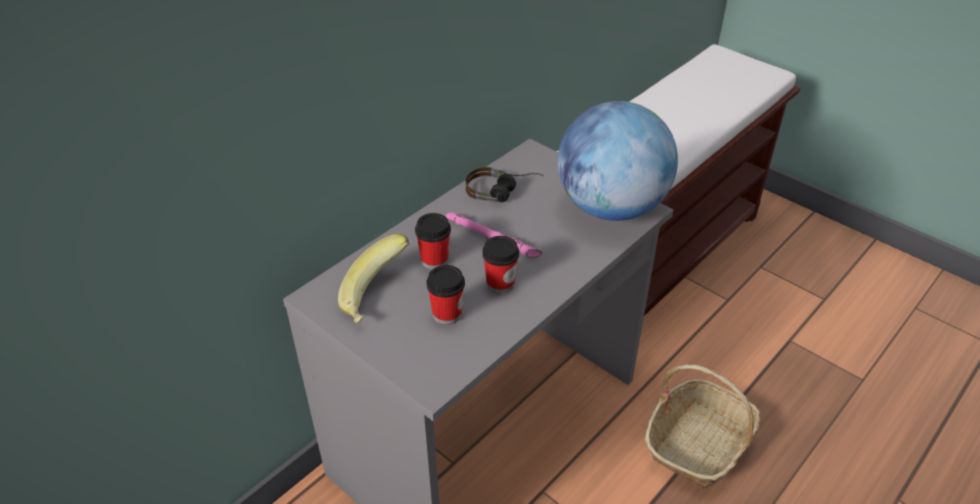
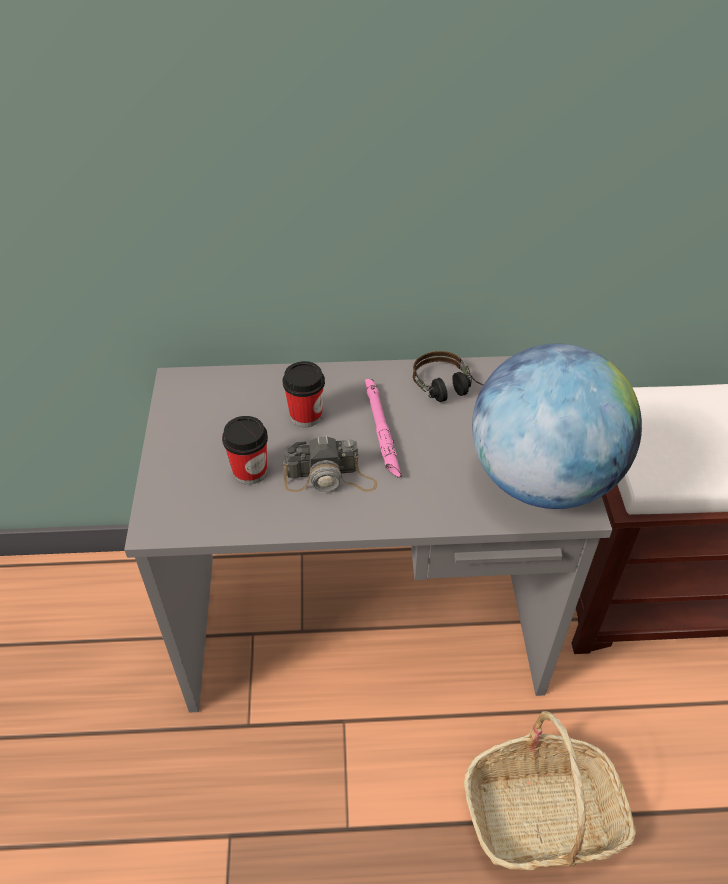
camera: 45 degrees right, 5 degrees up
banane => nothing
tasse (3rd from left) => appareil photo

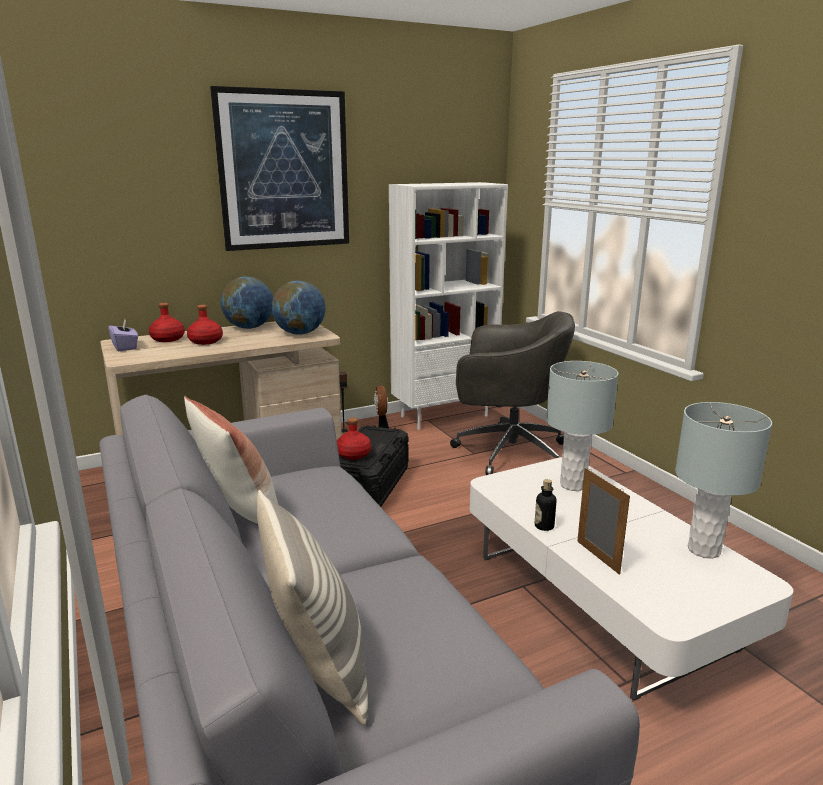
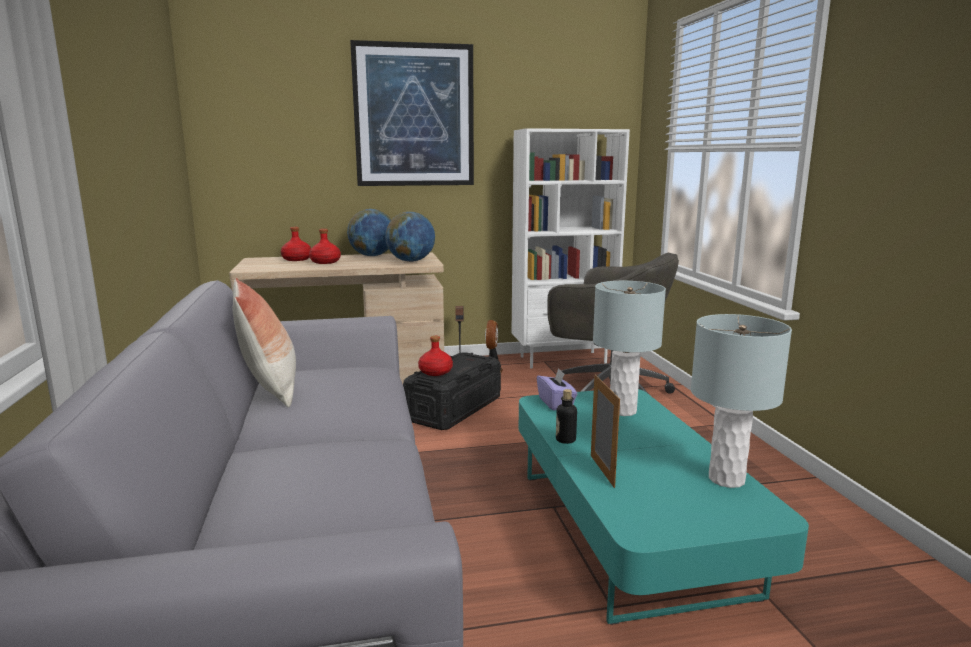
camera: 15 degrees right, 5 degrees down
coussin (2nd from left) => nothing
boîte à mouchoirs (violet), move
table basse (blanc) => table basse (turquoise)

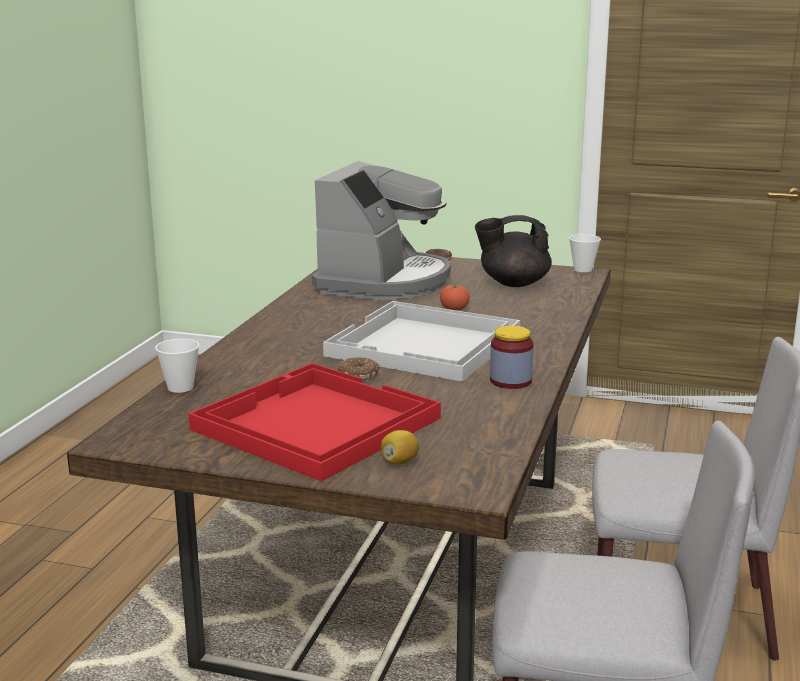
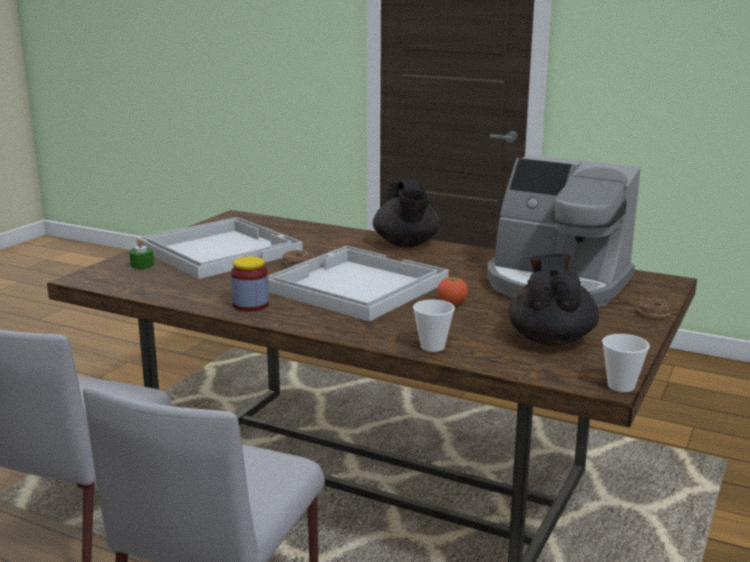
camera: 100 degrees right, 0 degrees up
nothing => théière (noir) (1st from left)
tasse (1st from left), move
citron => bougie (vert)
plateau (rouge) => plateau (blanc) (1st from left)

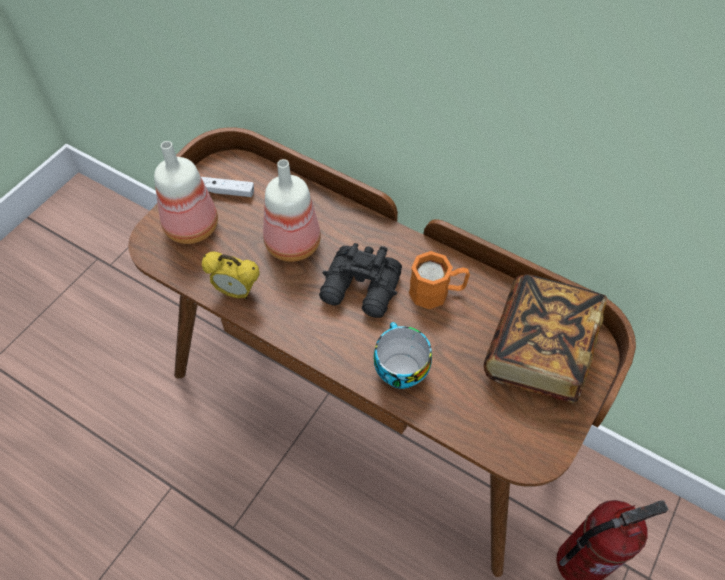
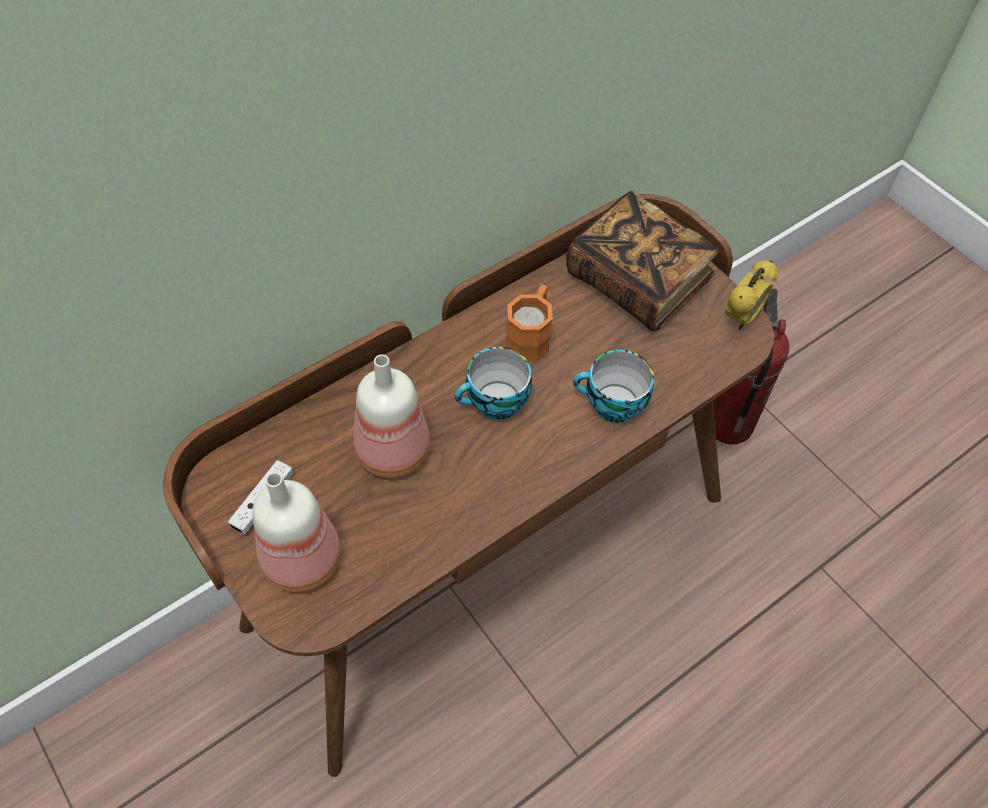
camera: 70 degrees left, 0 degrees up
réveil, move
jumelles (noir) => tasse (1st from left)

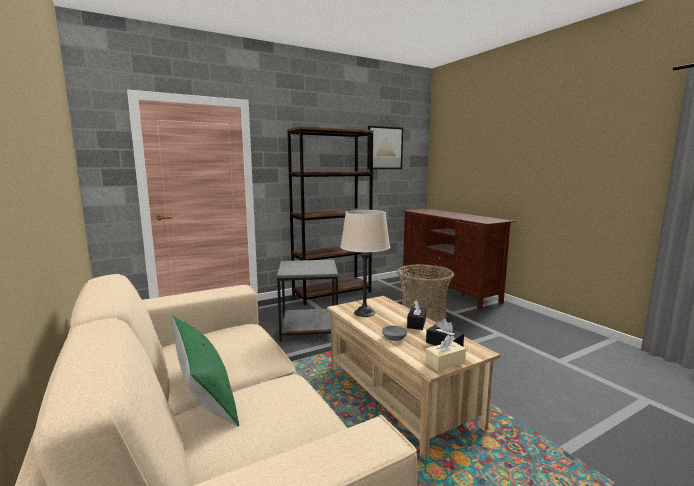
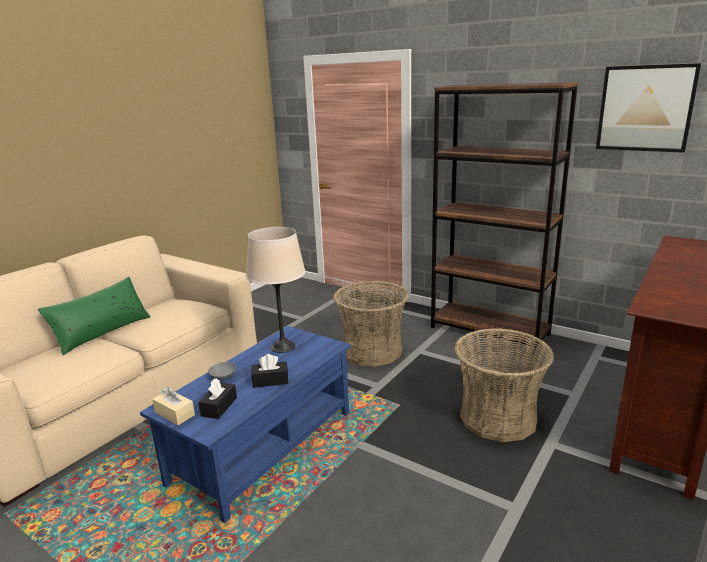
camera: 65 degrees right, 10 degrees up
table d'appoint (gris) => panier (1st from left)
table basse (beige) => table basse (bleu)

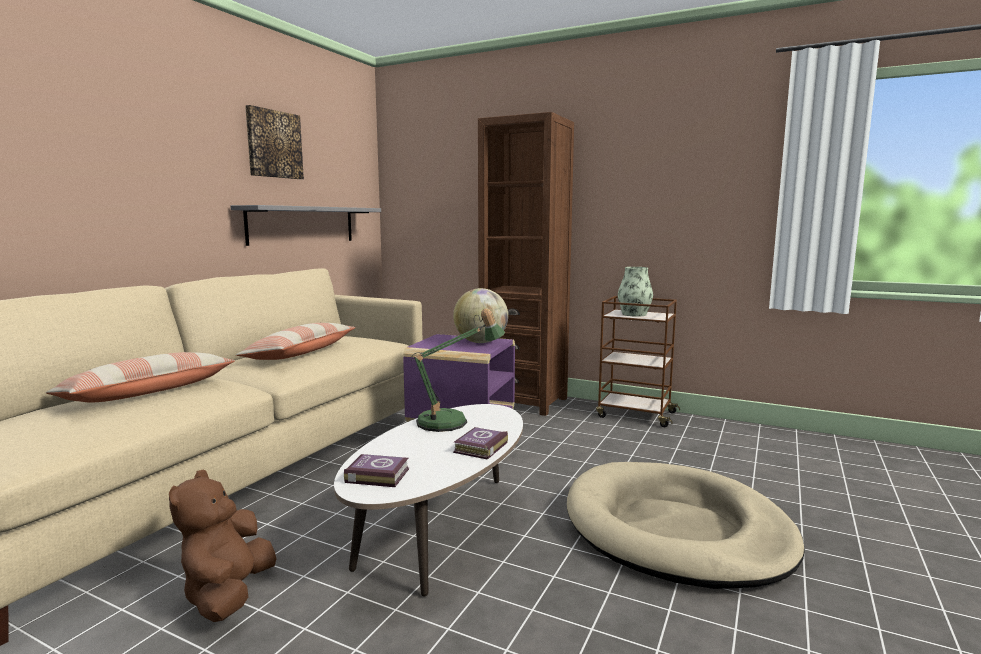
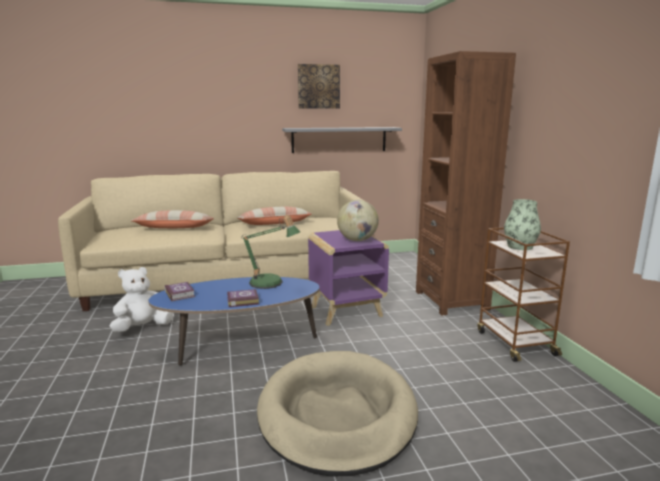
camera: 50 degrees right, 5 degrees up
peluche (marron) => peluche (blanc)
table basse (blanc) => table basse (bleu)

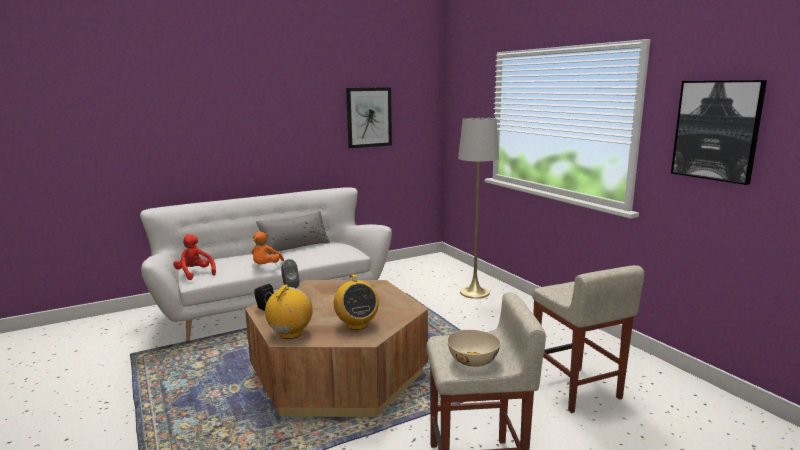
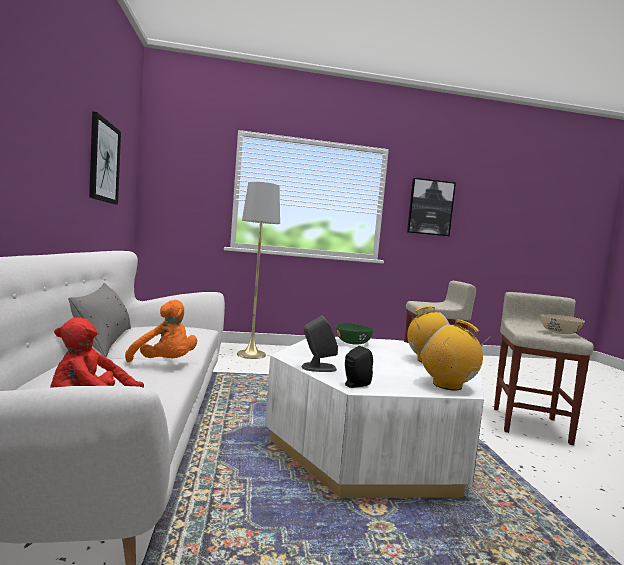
camera: 70 degrees left, 10 degrees down
nothing => bol (vert)
table basse (marron) => table basse (blanc)

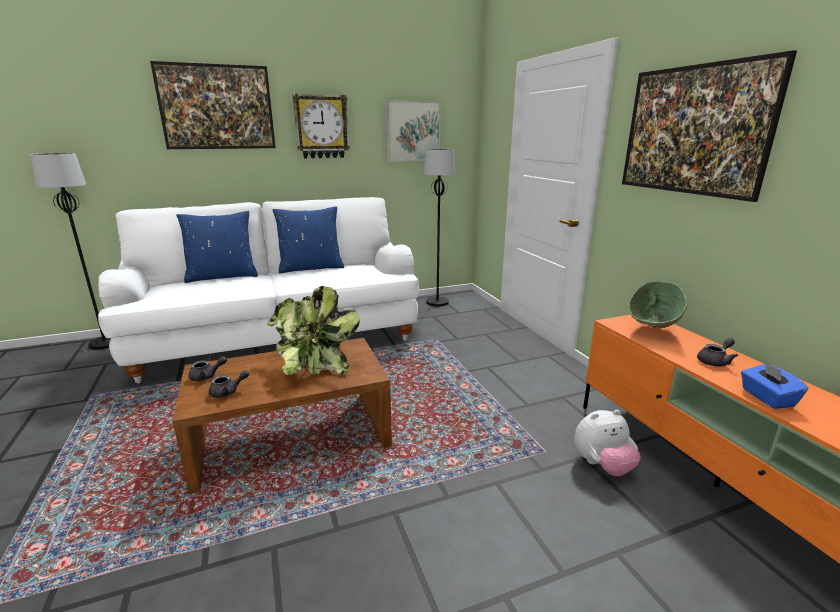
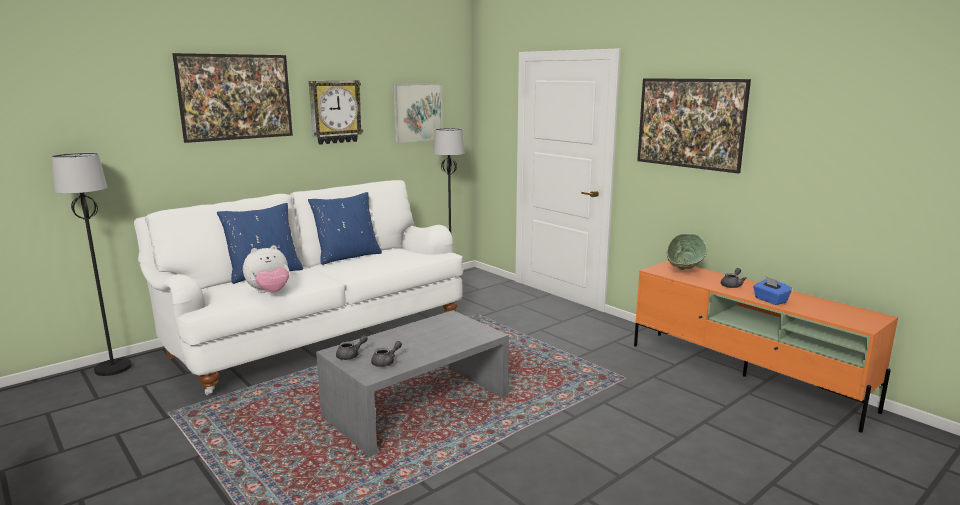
camera: 20 degrees left, 5 degrees down
plante en pot => nothing
peluche, move
table basse (marron) => table basse (gris)

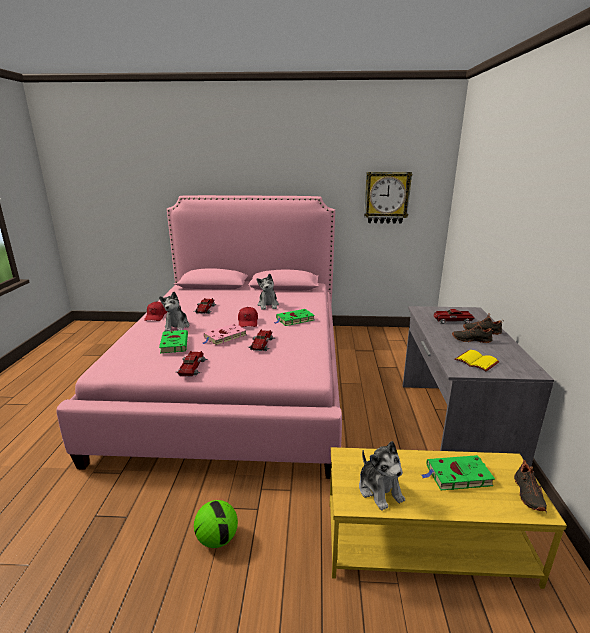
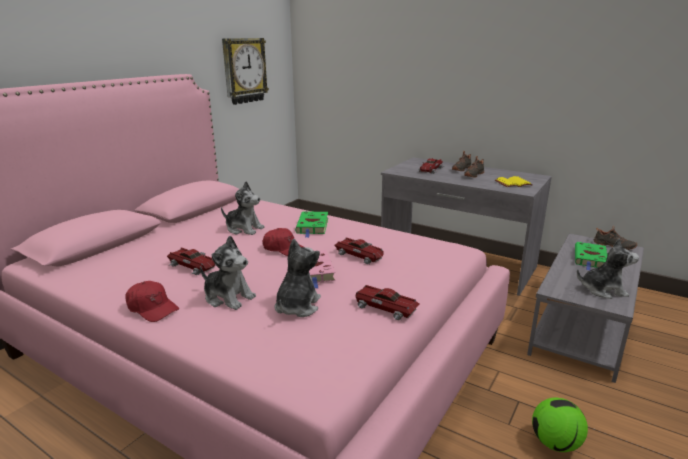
camera: 60 degrees left, 0 degrees up
livre (vert) (1st from left) => peluche (3rd from left)
table basse (jaune) => table basse (gris)

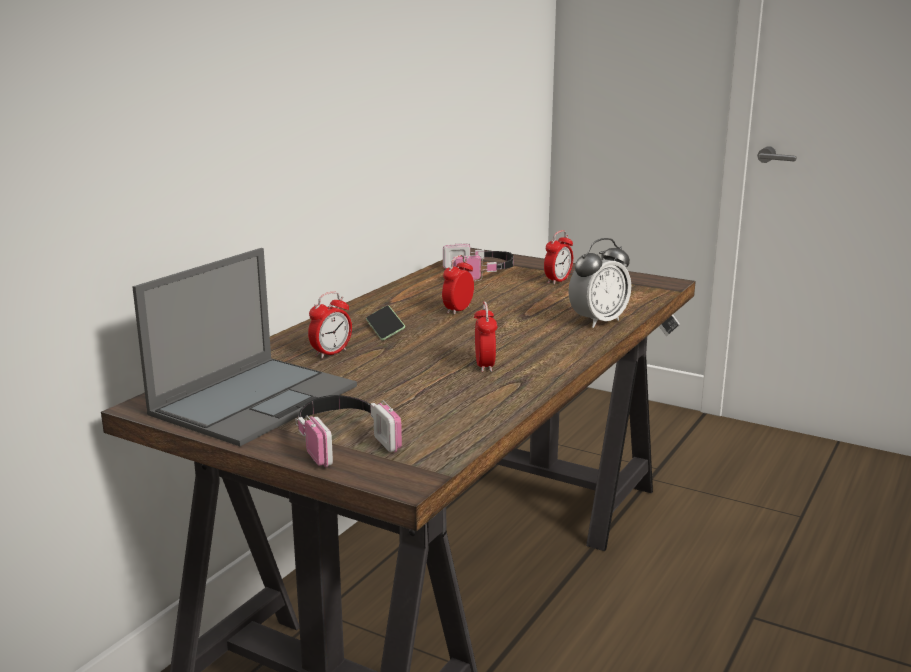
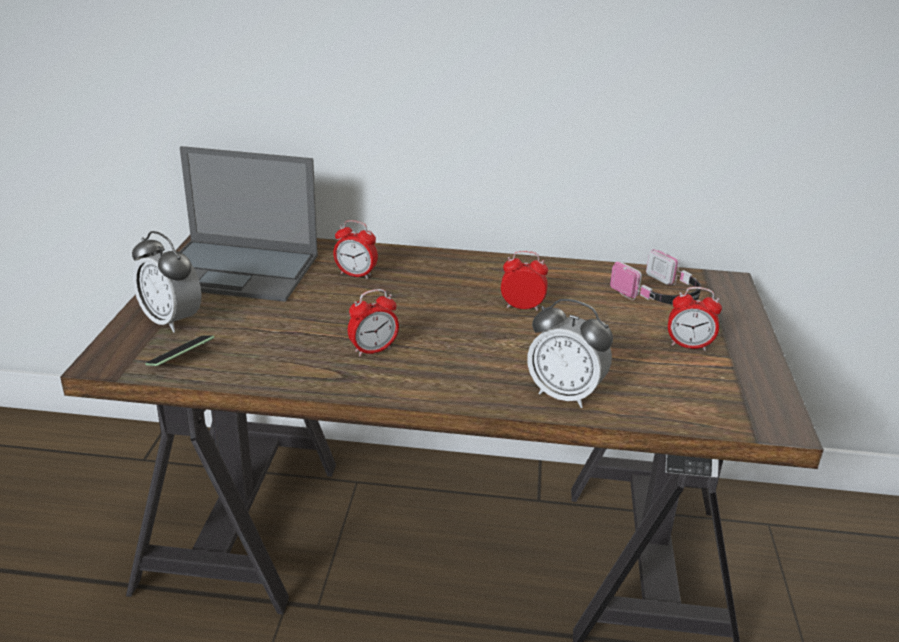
camera: 65 degrees right, 10 degrees up
téléphone, move
casque audio (1st from left) => réveil (1st from left)

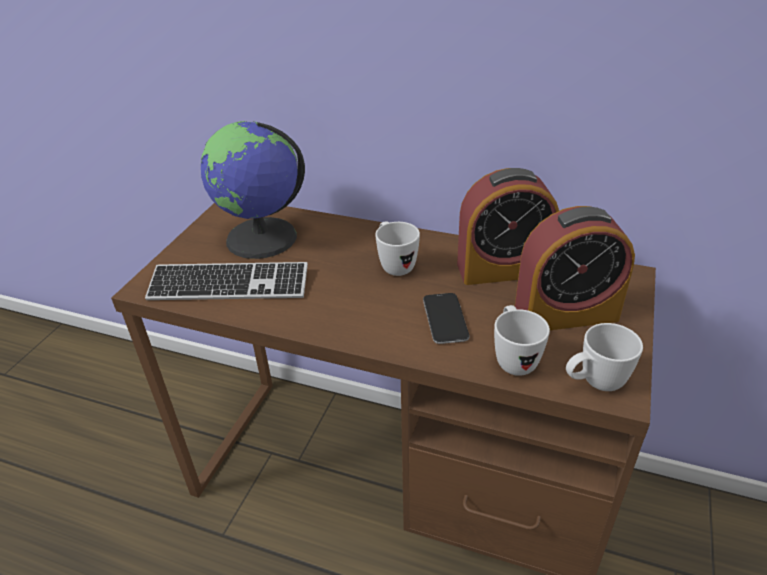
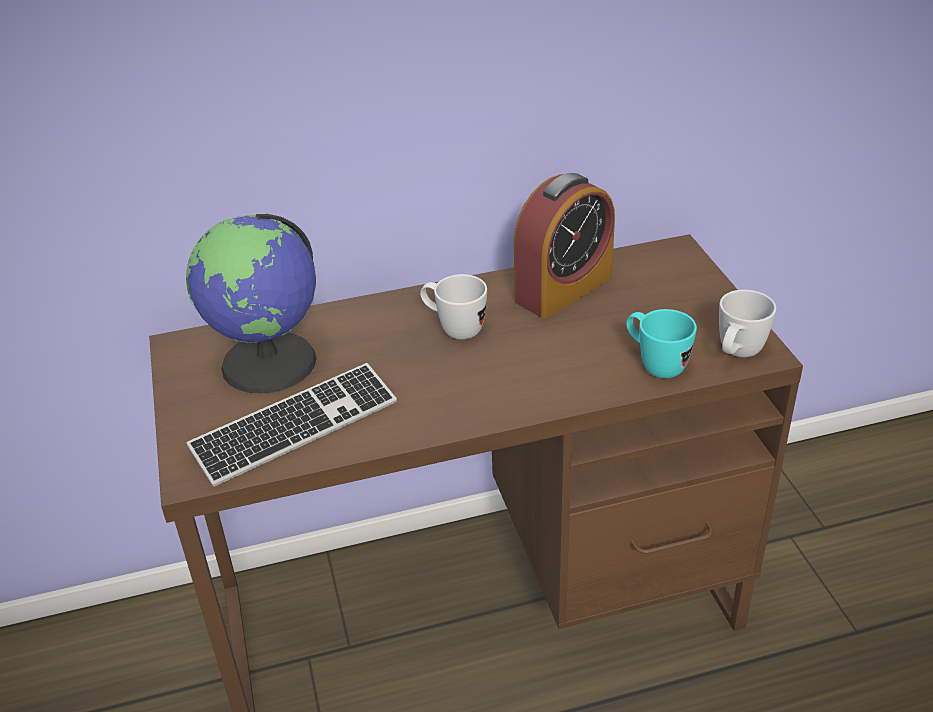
camera: 35 degrees left, 0 degrees up
téléphone => nothing
réveil (2nd from left) => nothing
mug (blanc) (2nd from left) => mug (turquoise)

